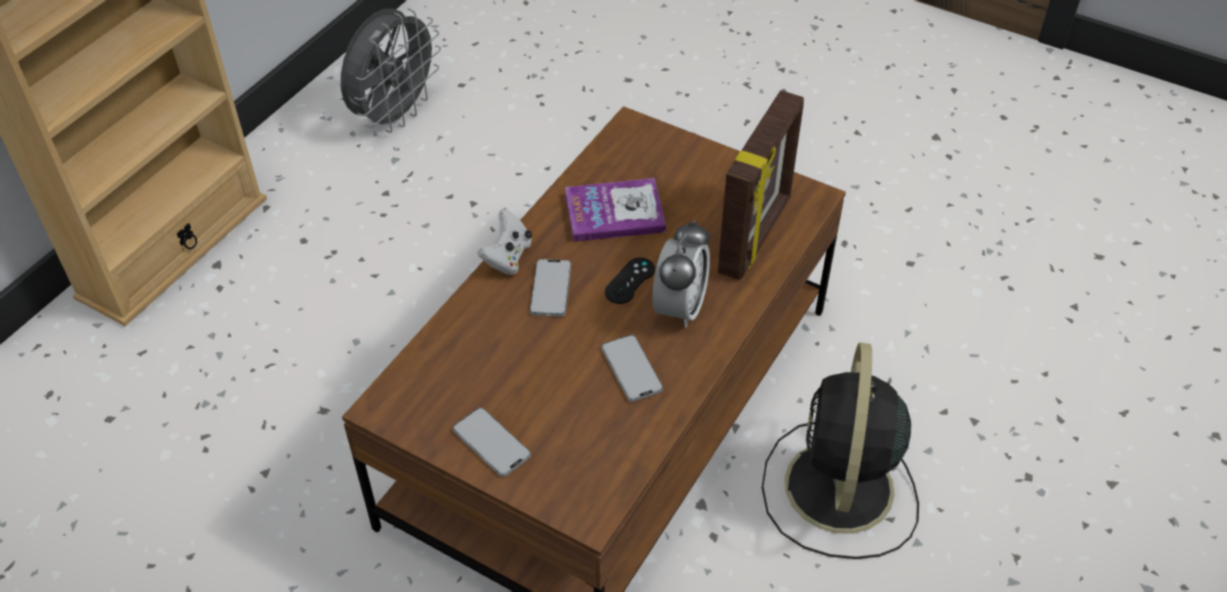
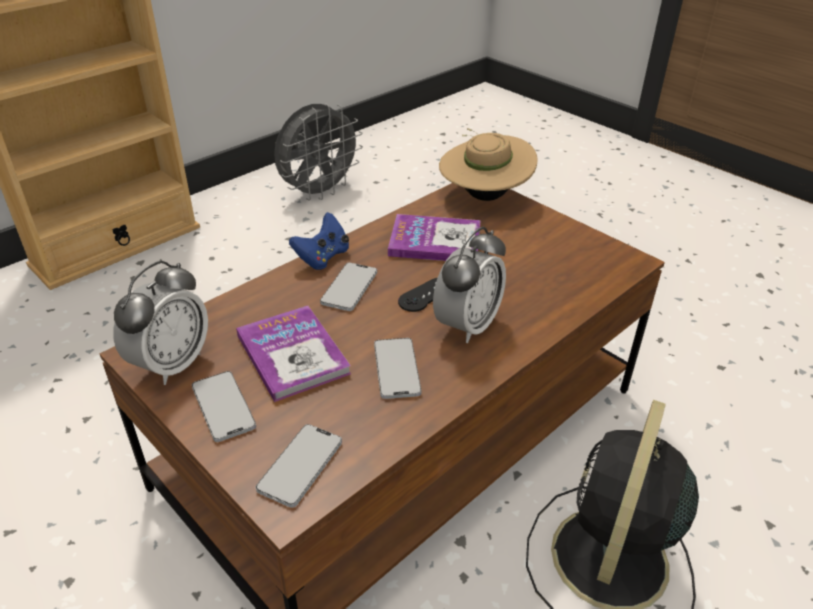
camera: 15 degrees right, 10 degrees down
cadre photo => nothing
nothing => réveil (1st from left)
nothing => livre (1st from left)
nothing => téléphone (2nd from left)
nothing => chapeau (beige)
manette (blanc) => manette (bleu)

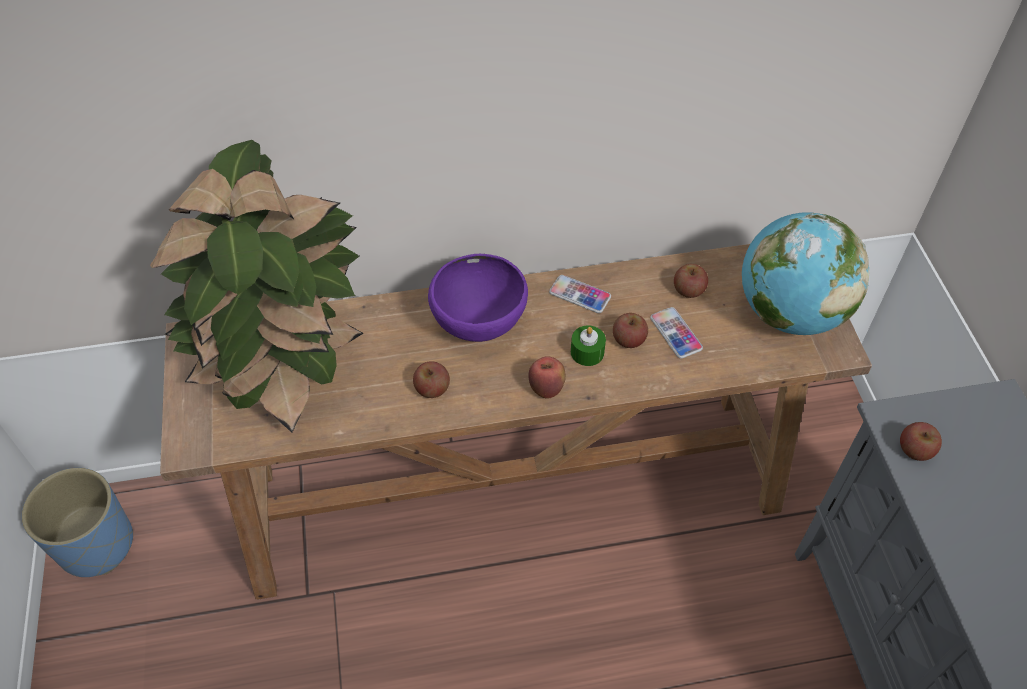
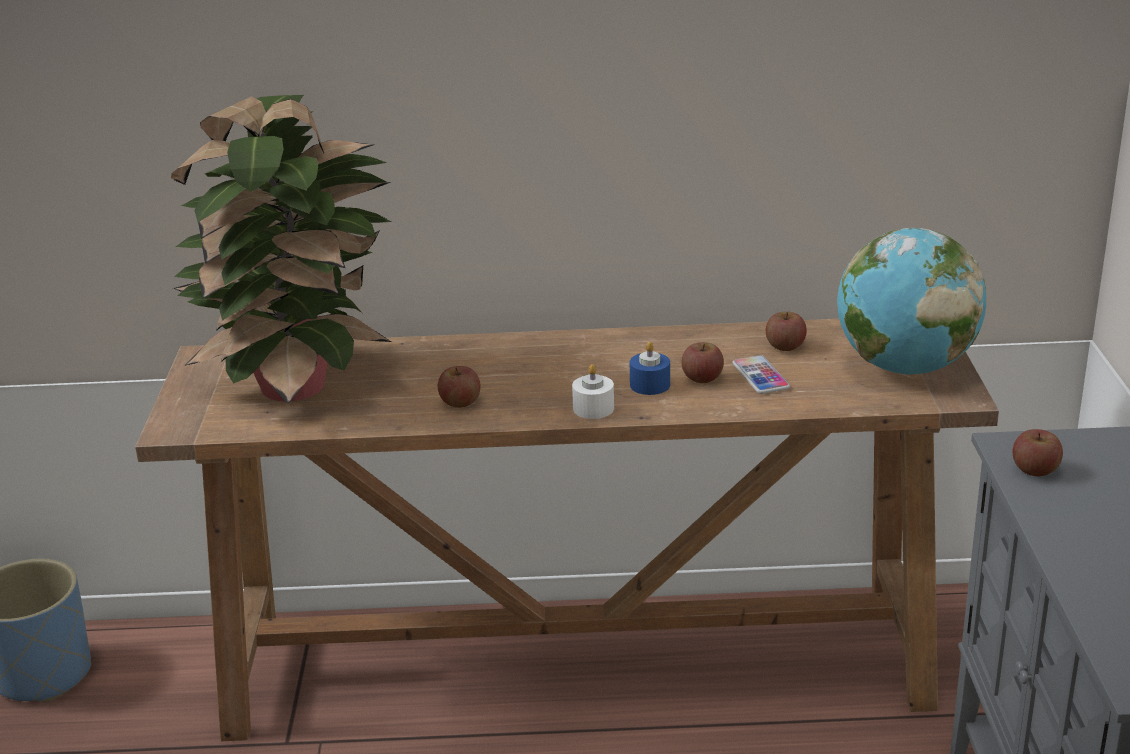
camera: 10 degrees right, 25 degrees down
bol (violet) => nothing
téléphone (1st from left) => nothing
pomme (2nd from left) => bougie (blanc)
bougie (vert) => bougie (bleu)

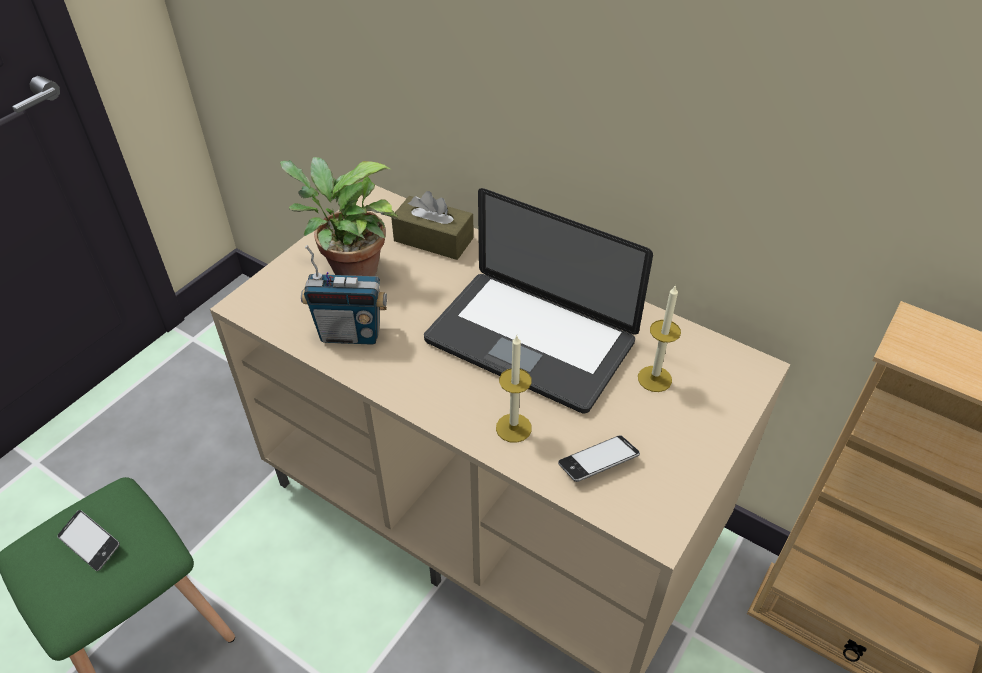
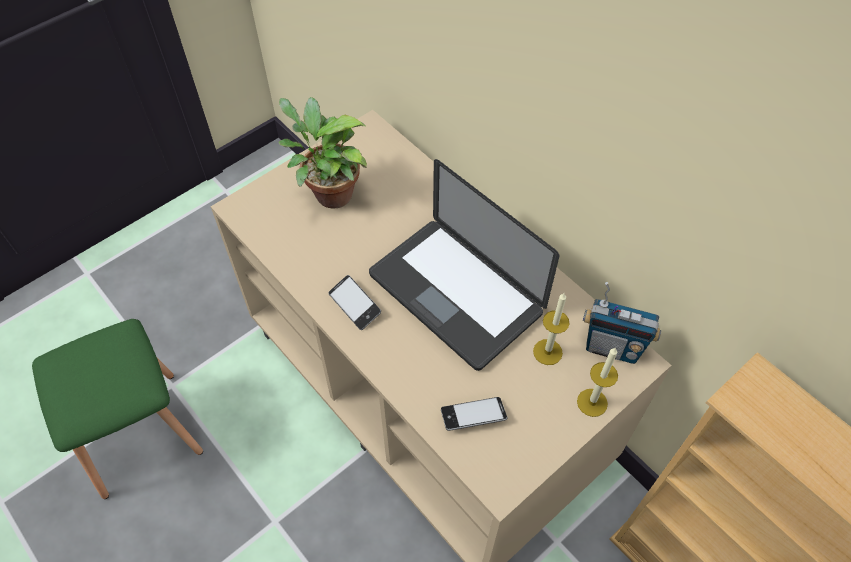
camera: 15 degrees right, 10 degrees up
boîte à mouchoirs (marron) => nothing
téléphone (1st from left), move
radio, move
bougie (1st from left in the first image) => bougie (2nd from left), move

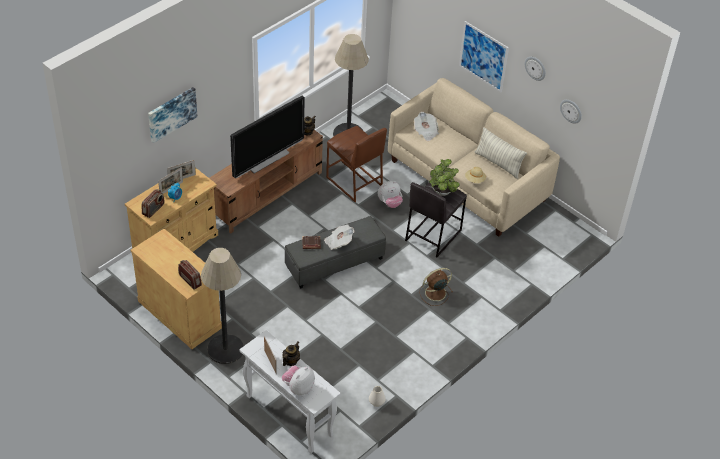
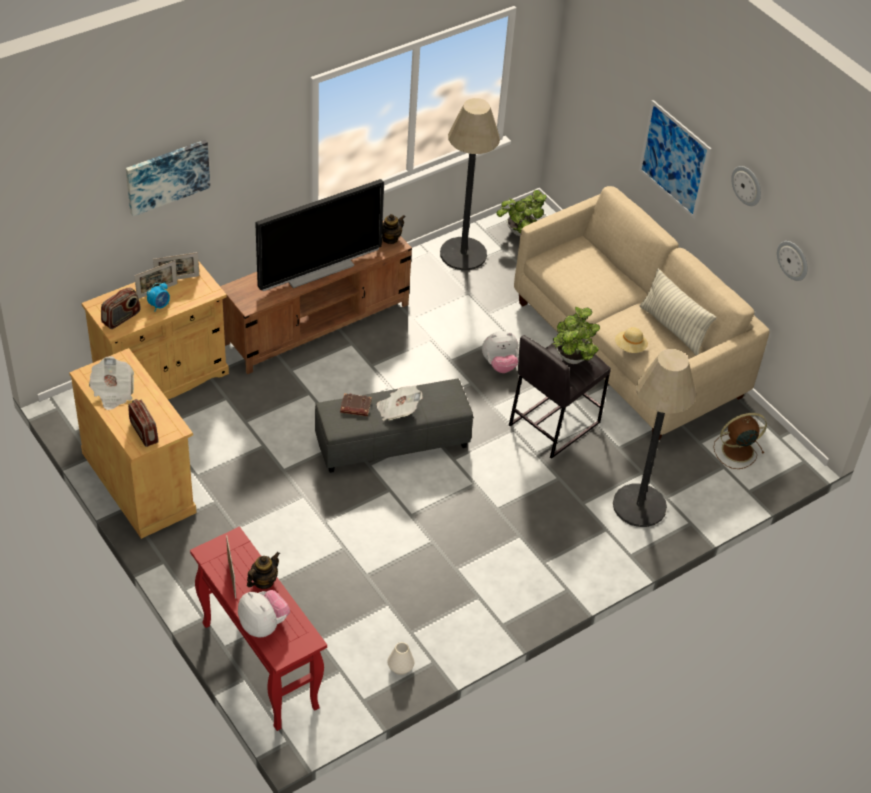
camera: 10 degrees right, 0 degrees up
tabouret (marron) => nothing
nothing => plante en pot (1st from left)
lampadaire (1st from left in the first image) => lampadaire (2nd from left), move
journal (2nd from left in the first image) => journal (1st from left), move
ventilateur (marron), move
table console (blanc) => table console (rouge)
peluche (1st from left), 90 degrees clockwise

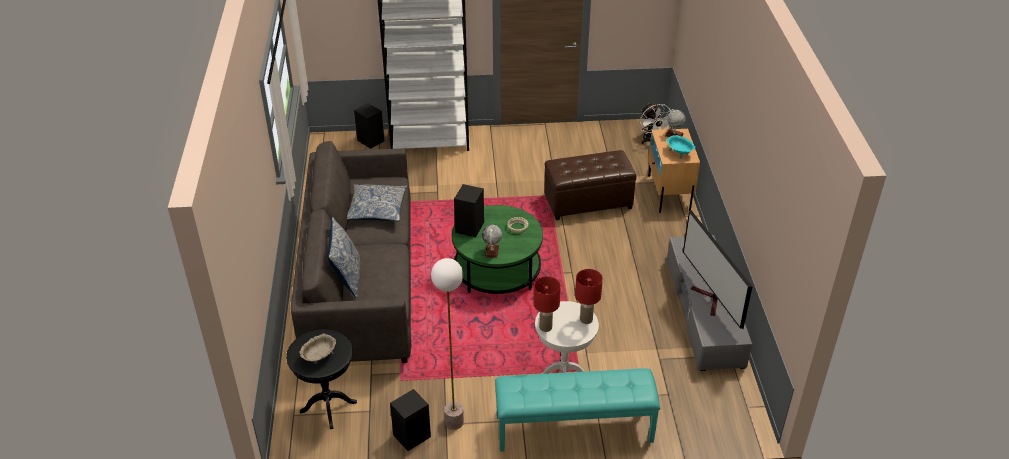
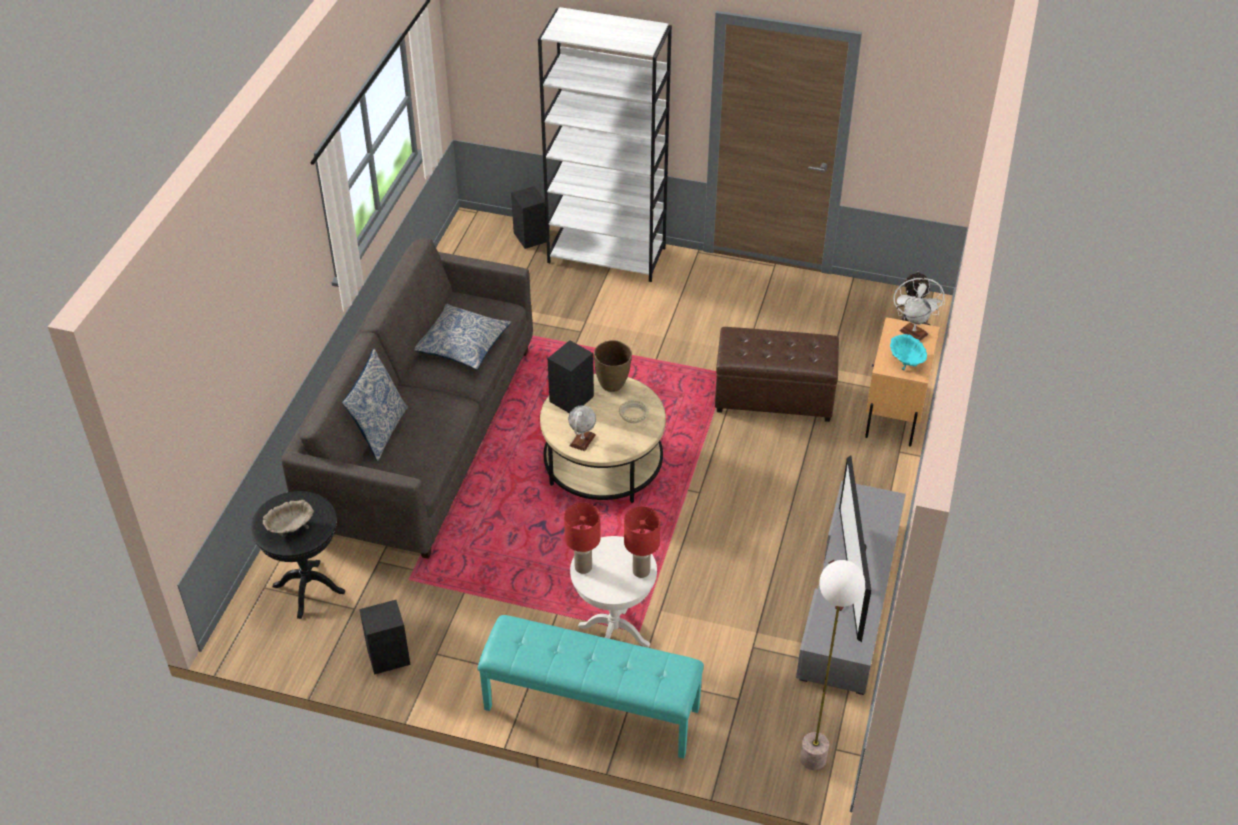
camera: 20 degrees right, 5 degrees up
nothing => vase (marron)
lampadaire, move
table basse (vert) => table basse (beige)

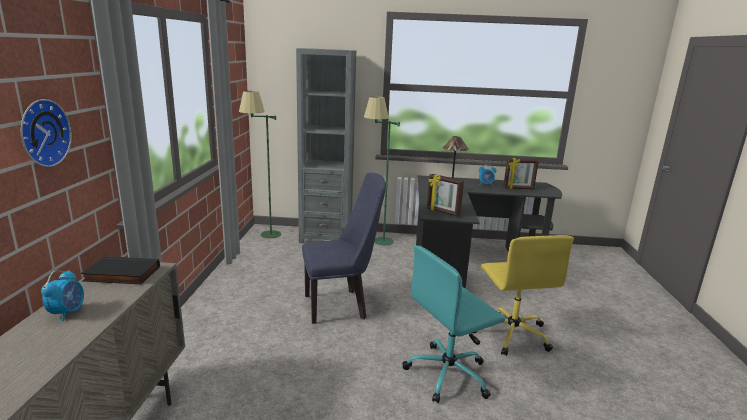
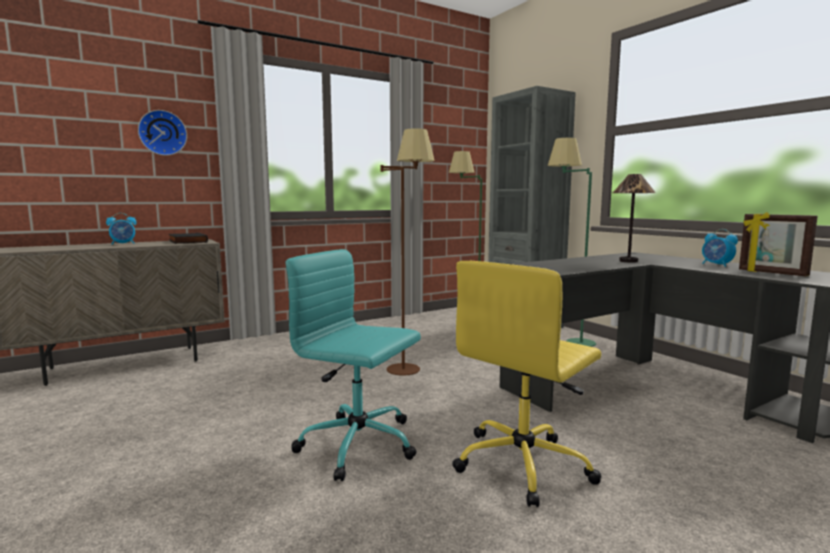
camera: 55 degrees right, 10 degrees down
cadre photo (1st from left) => nothing
chaise (bleu) => lampadaire (marron)

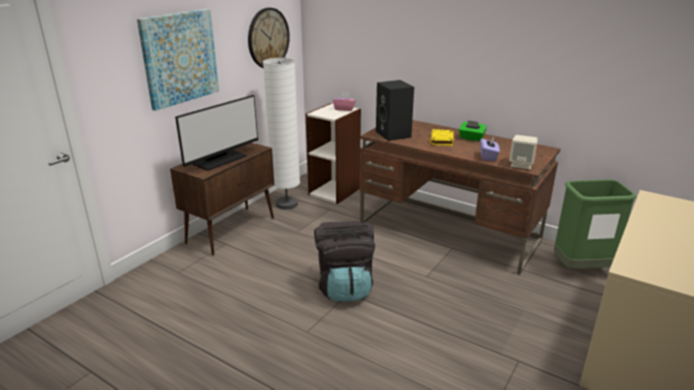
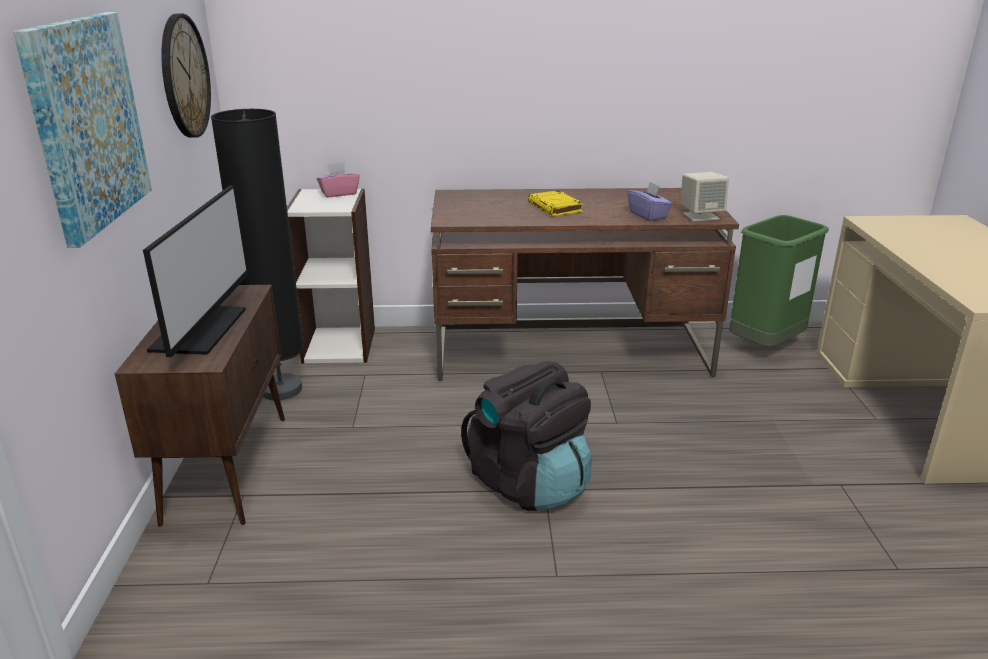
camera: 35 degrees left, 0 degrees up
enceinte (noir) => nothing
boîte à mouchoirs (vert) => nothing
lampadaire (blanc) => lampadaire (noir)

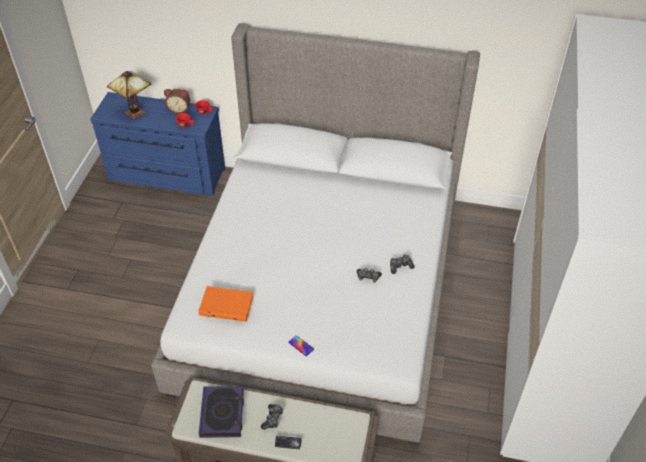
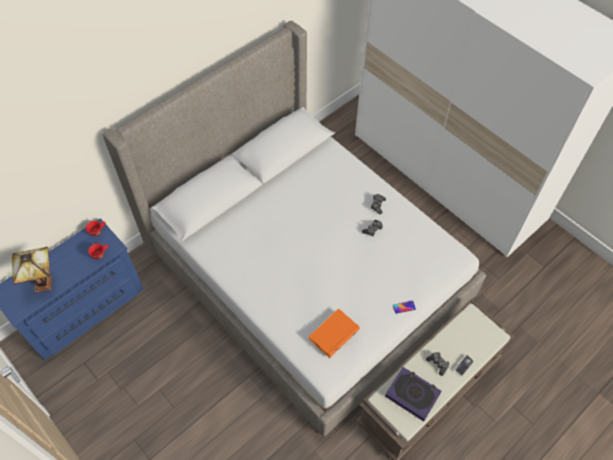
camera: 55 degrees left, 10 degrees up
réveil => nothing

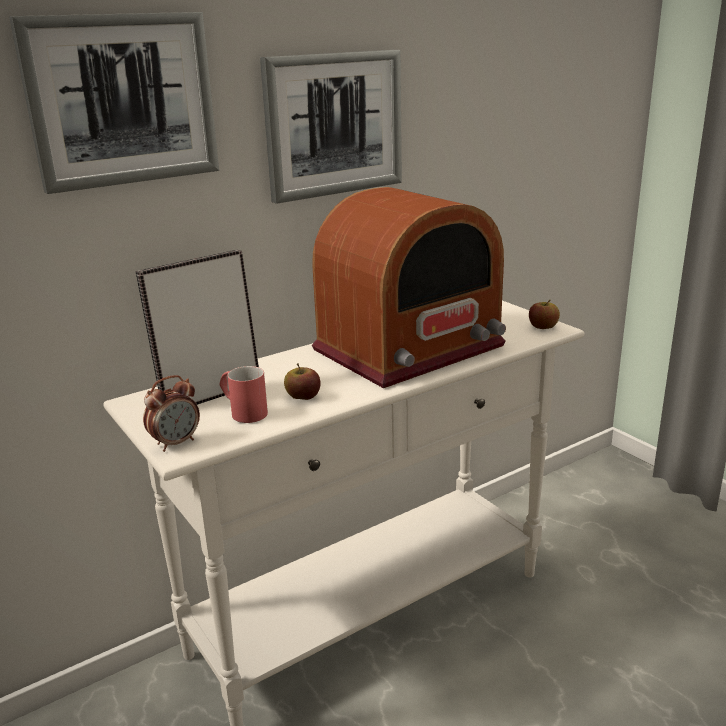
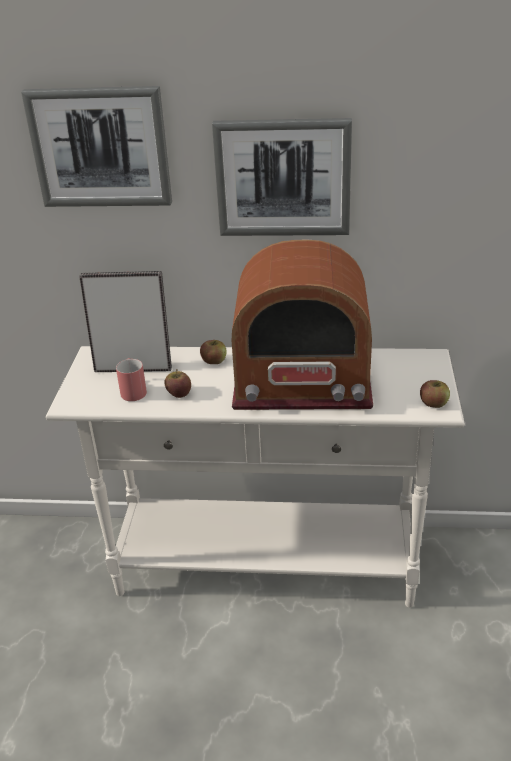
camera: 40 degrees right, 10 degrees up
réveil => nothing
nothing => pomme (2nd from left)

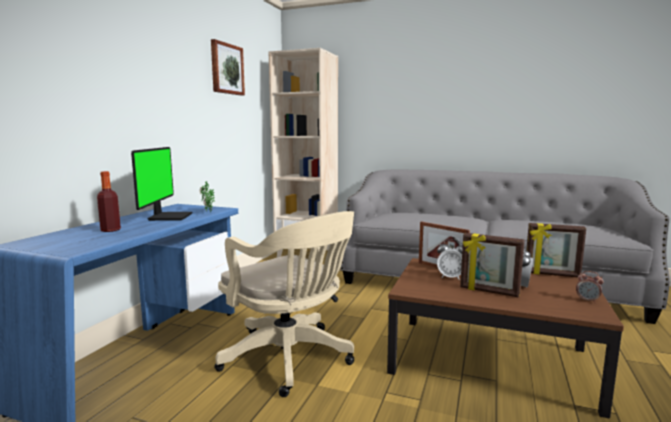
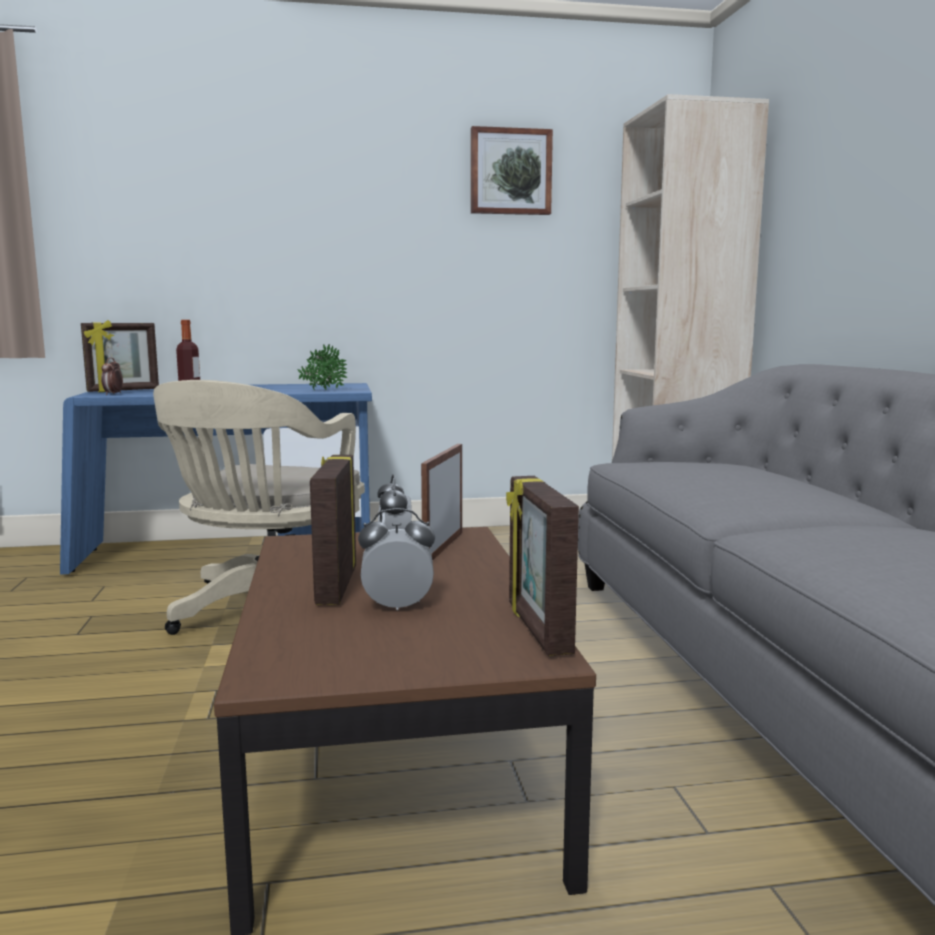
camera: 60 degrees right, 0 degrees up
écran d'ordinateur => nothing
nothing => cadre photo (1st from left)
réveil (3rd from left in the first image) => réveil (1st from left), move

